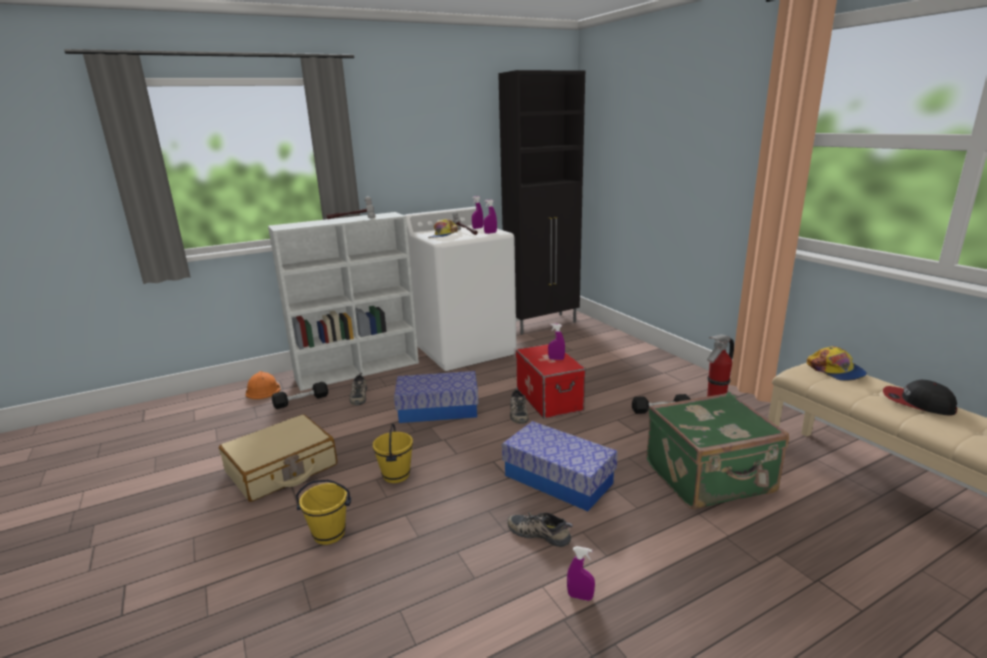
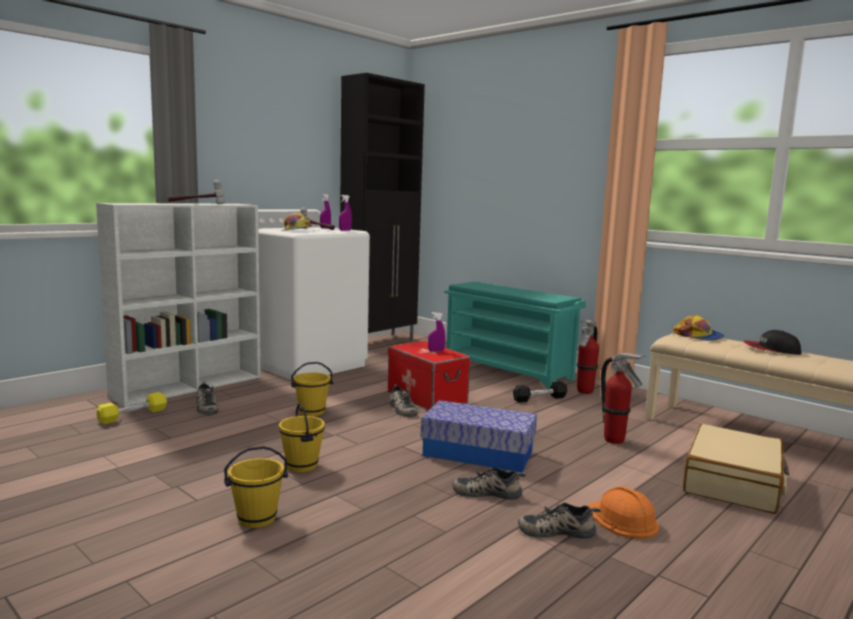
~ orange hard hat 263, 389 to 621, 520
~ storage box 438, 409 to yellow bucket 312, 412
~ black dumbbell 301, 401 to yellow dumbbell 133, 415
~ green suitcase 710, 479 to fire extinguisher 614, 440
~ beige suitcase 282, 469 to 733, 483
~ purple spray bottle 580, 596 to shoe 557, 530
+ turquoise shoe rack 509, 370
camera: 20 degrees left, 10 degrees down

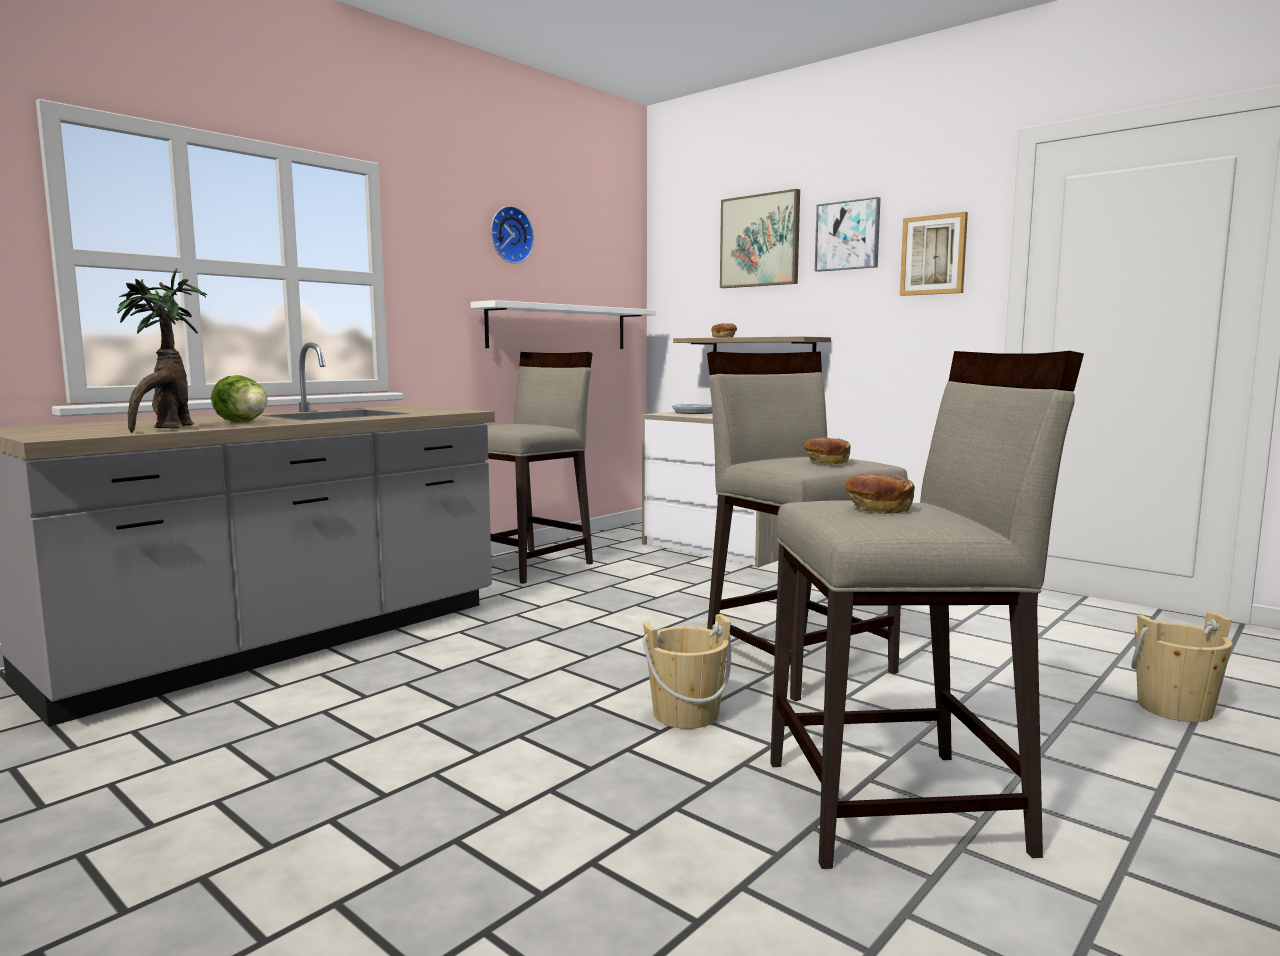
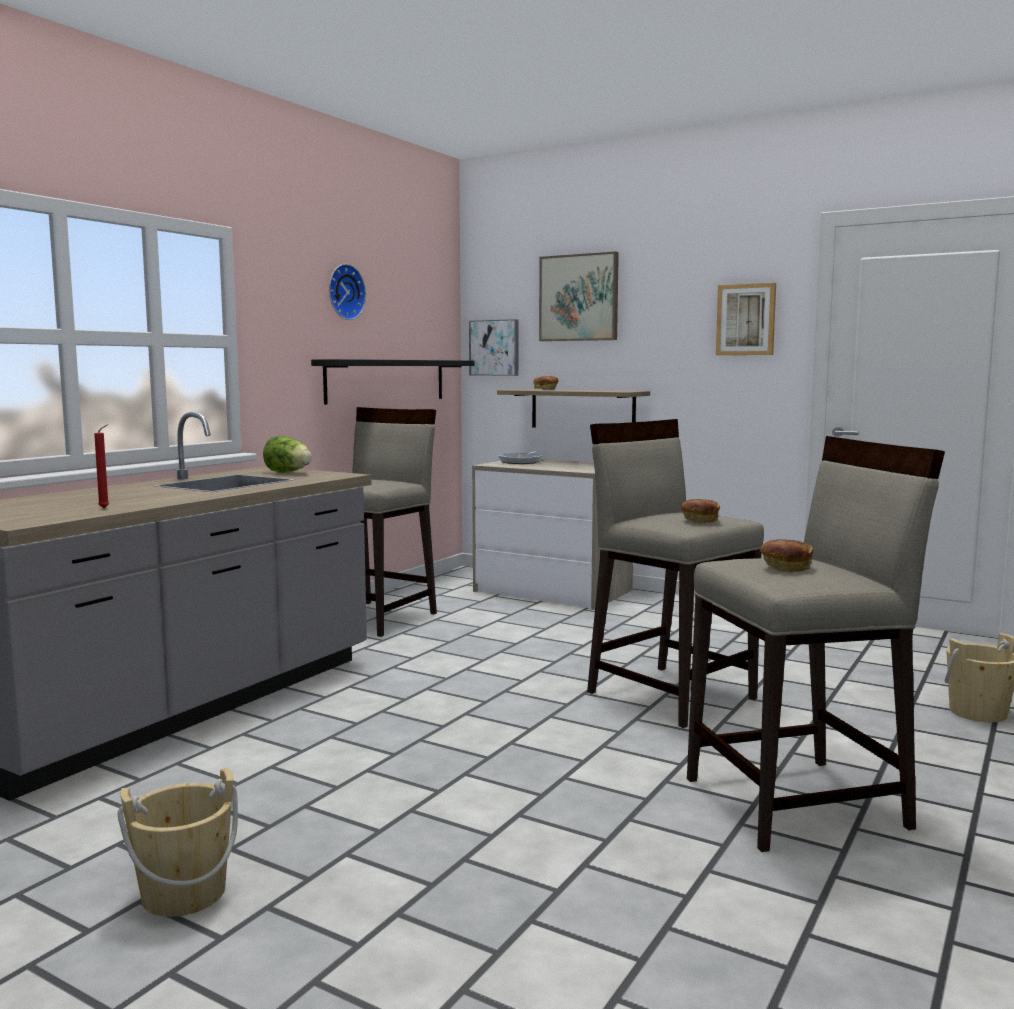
~ picture 848, 235 to 495, 348
~ potted plant 167, 429 to red candle 106, 508
~ white shelf 559, 327 to black shelf 387, 380
~ lettuce 244, 422 to 289, 472
~ beige bucket 686, 714 to 184, 893
camera: 10 degrees left, 0 degrees up

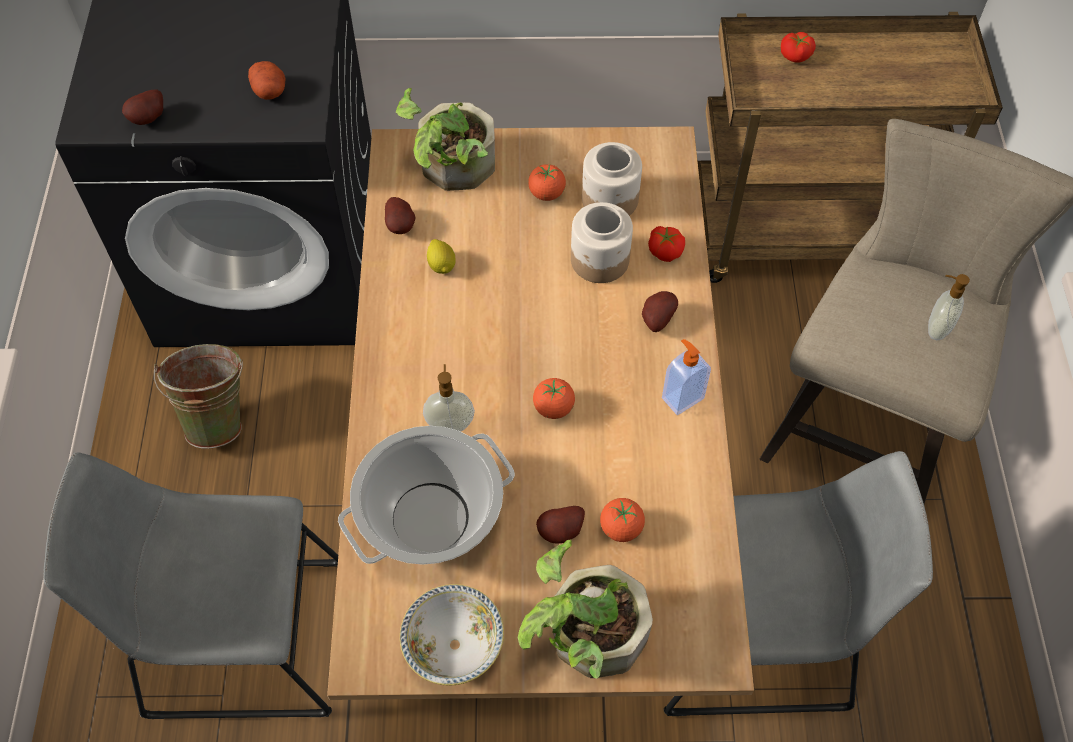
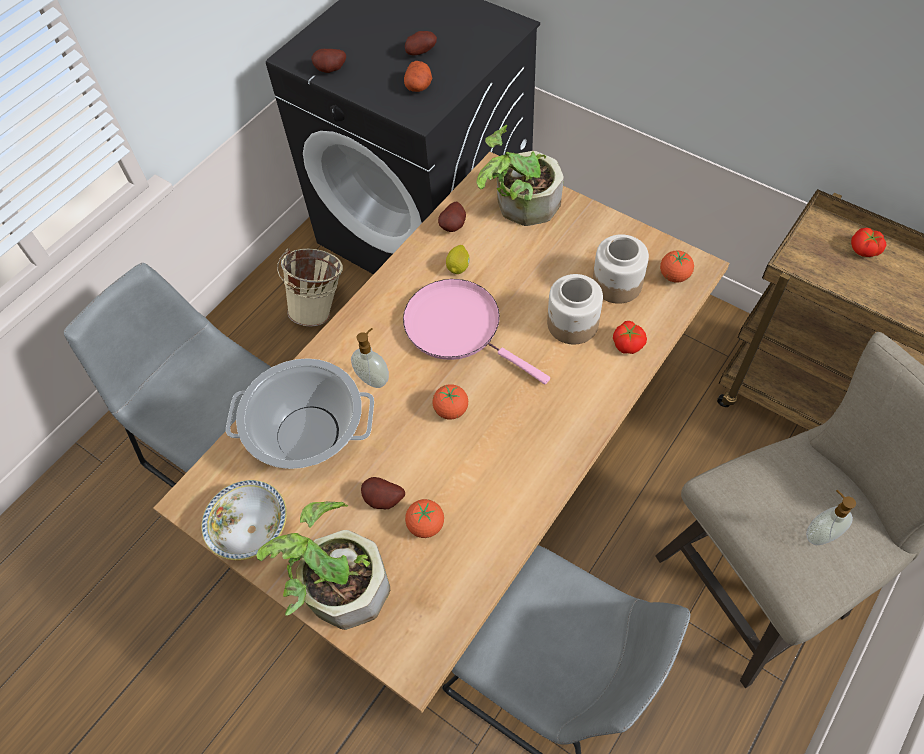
~ tomato 546, 193 to 674, 276
~ potato 656, 319 to 420, 52
- soap dispenser 682, 397
~ green bucket 218, 417 to beige bucket 320, 307
+ pink frying pan 458, 327
camera: 40 degrees right, 0 degrees up

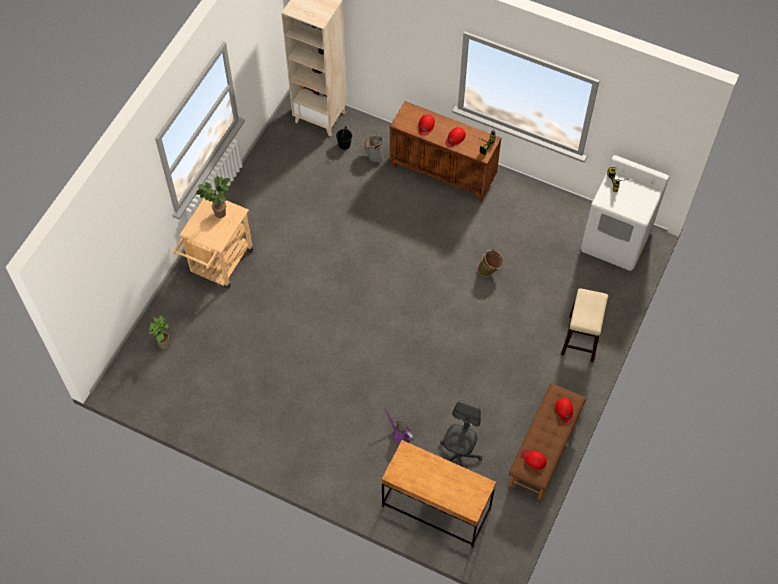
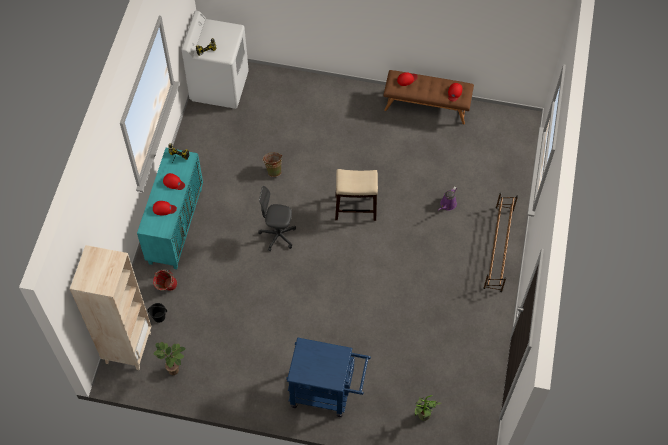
~ brown cabinet 443, 172 to turquoise cabinet 175, 225
~ grey bucket 373, 155 to red bucket 166, 288
~ potted plant 219, 215 to 175, 370
~ beige cart 218, 266 to blue cart 327, 393
~ stool 581, 339 to 356, 208
~ grey office chair 458, 456 to 277, 236
- brown desk 436, 507
+ brown shoe rack 498, 249
camera: 105 degrees left, 0 degrees up

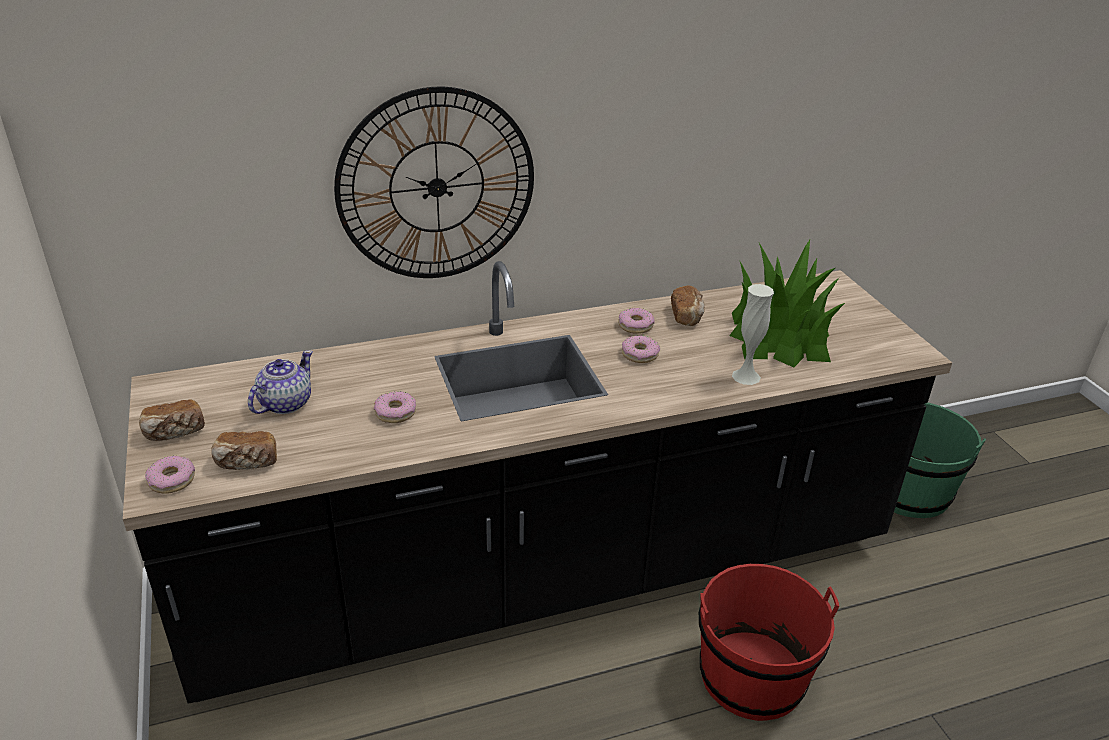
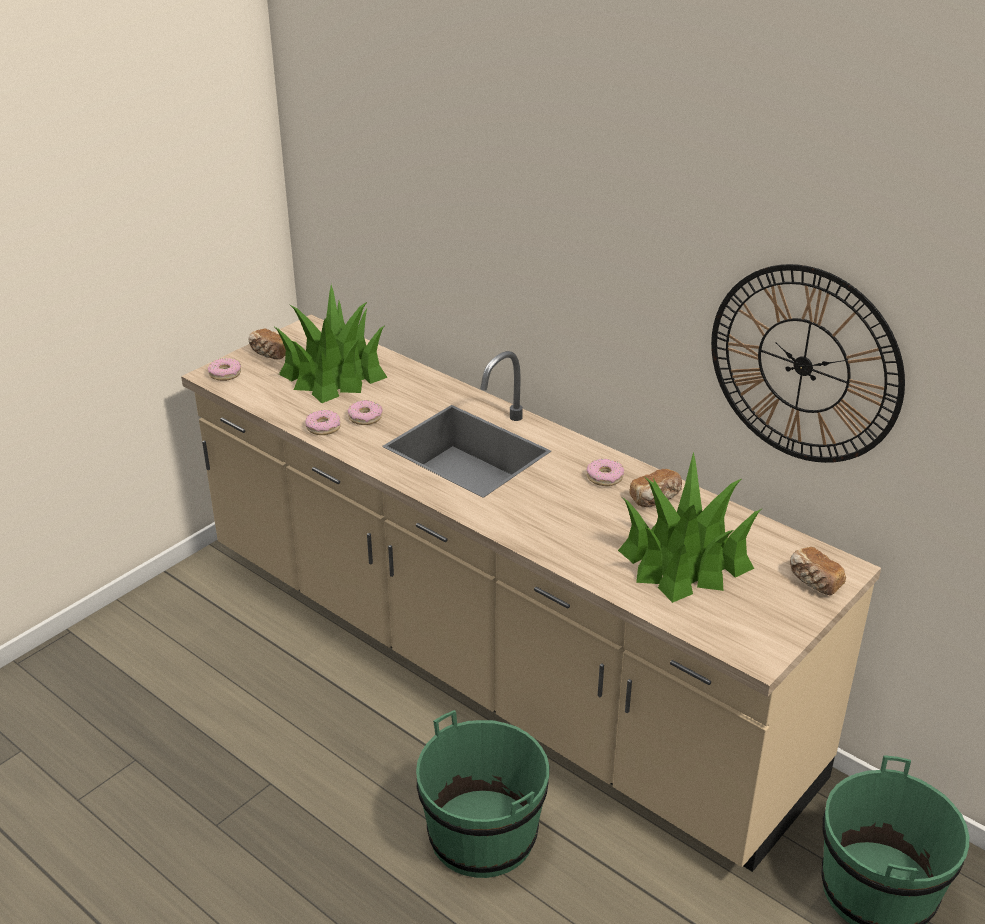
~ wall clock 437, 187 to 803, 365
~ black counter 548, 573 to beige counter 492, 661
- white vase 746, 376
~ donut 640, 354 to 323, 427
~ teapot 284, 404 to potted plant 334, 374
~ bread 247, 463 to 814, 582
~ red bucket 752, 676 to green bucket 483, 834
camera: 60 degrees right, 0 degrees up

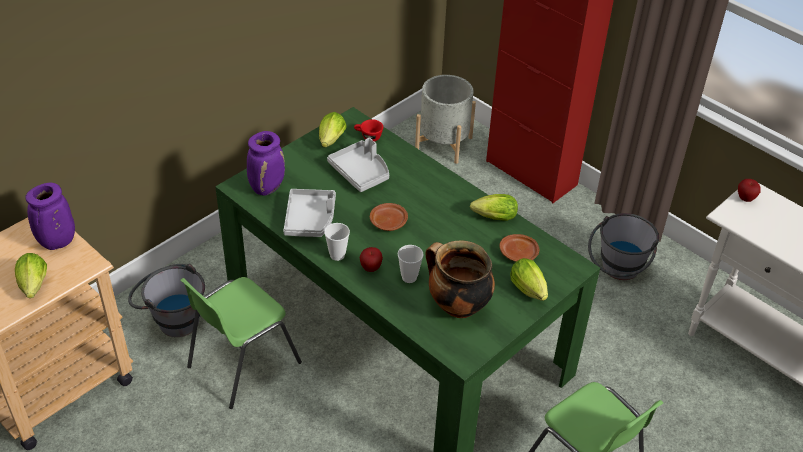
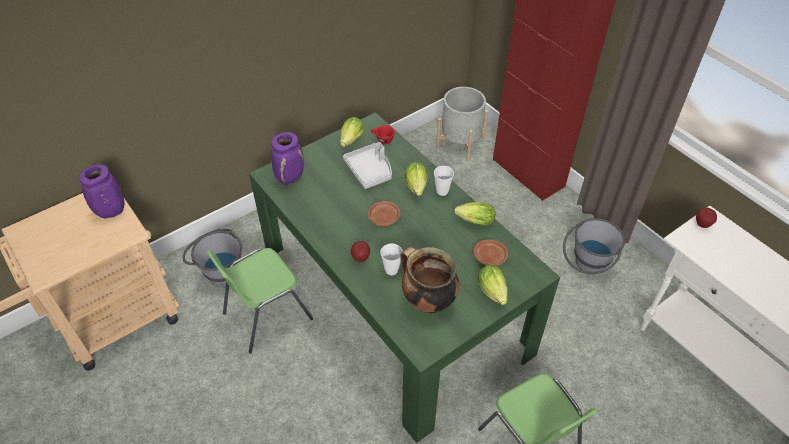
- grey tray 310, 219
~ cup 337, 255 to 442, 191
~ lettuce 34, 287 to 416, 188
camera: 10 degrees right, 5 degrees up

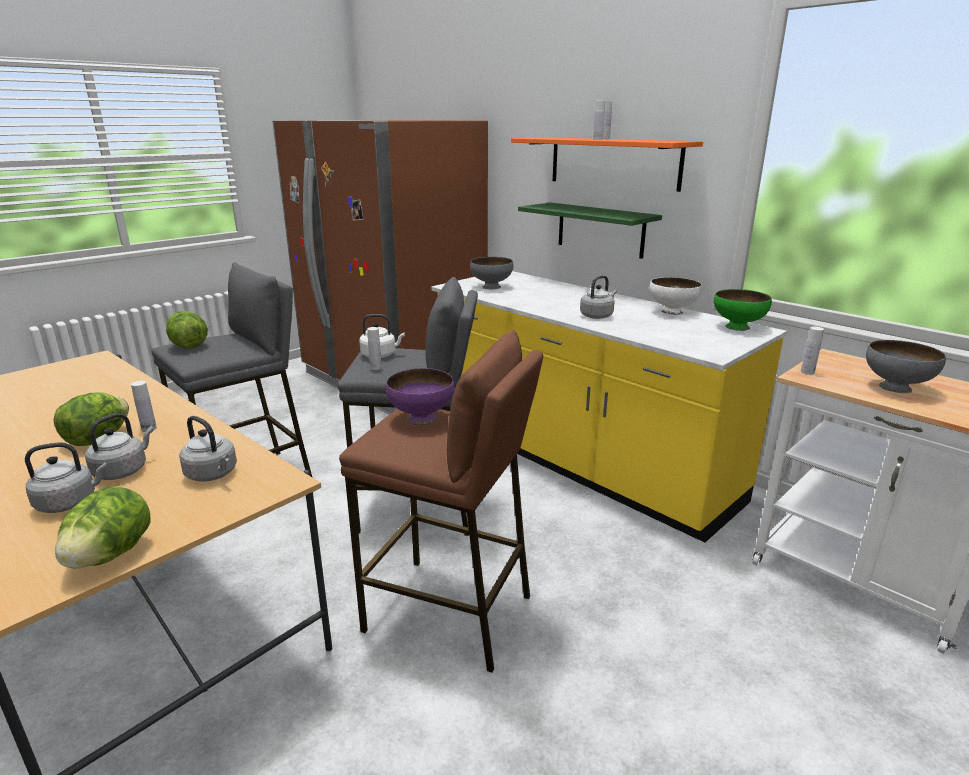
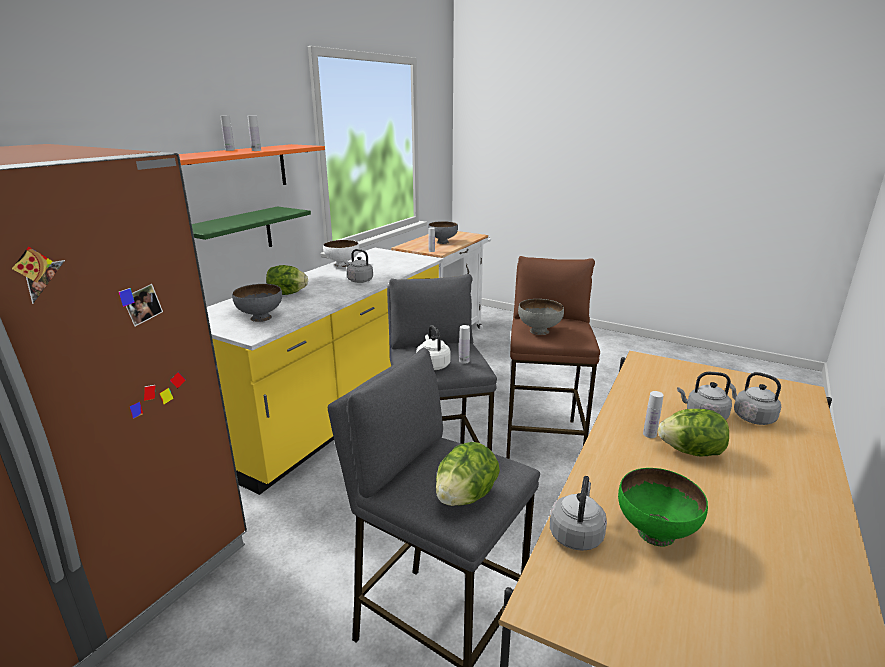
~ green bowl 738, 327 to 655, 532
~ purple bowl 421, 418 to grey bowl 539, 331
~ grey kettle 213, 474 to 576, 534
~ lettuce 111, 555 to 287, 294
camera: 105 degrees left, 0 degrees up

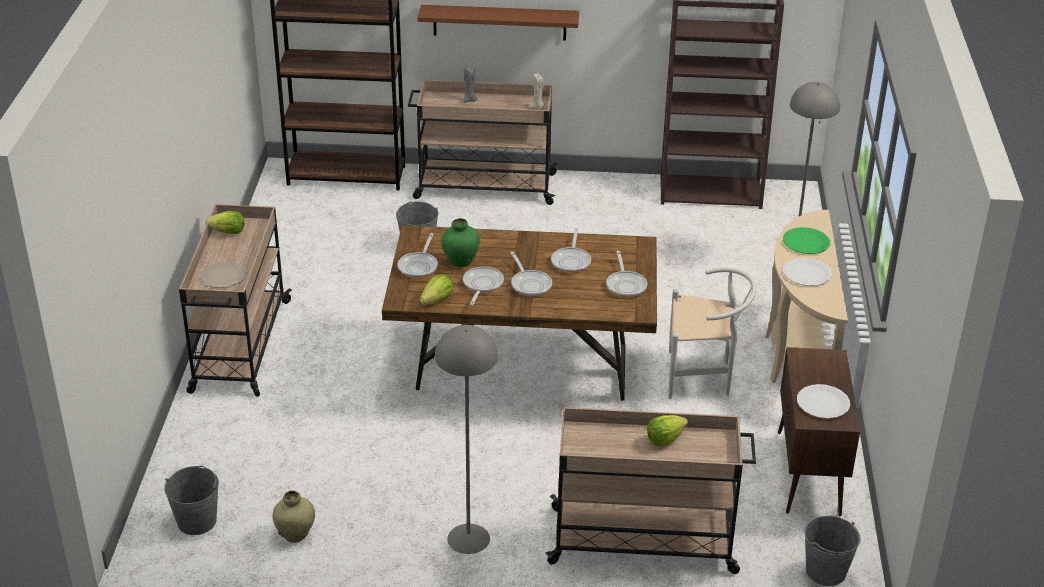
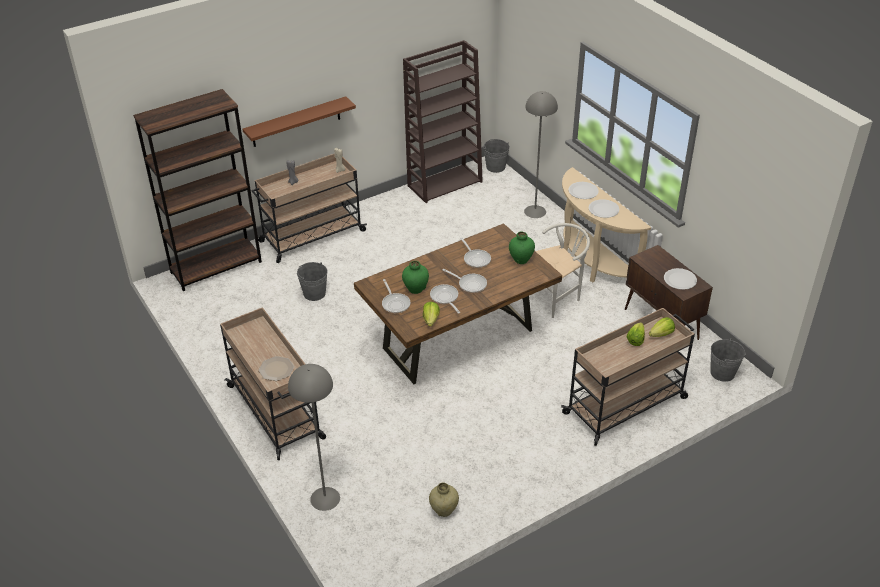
~ lettuce 228, 232 to 661, 334
~ green plate 806, 242 to white plate 583, 191
~ frying pan 626, 285 to green vase 521, 260
~ grey floor lamp 468, 539 to 325, 499
~ grey bucket 197, 521 to 495, 167
camera: 35 degrees left, 5 degrees up

